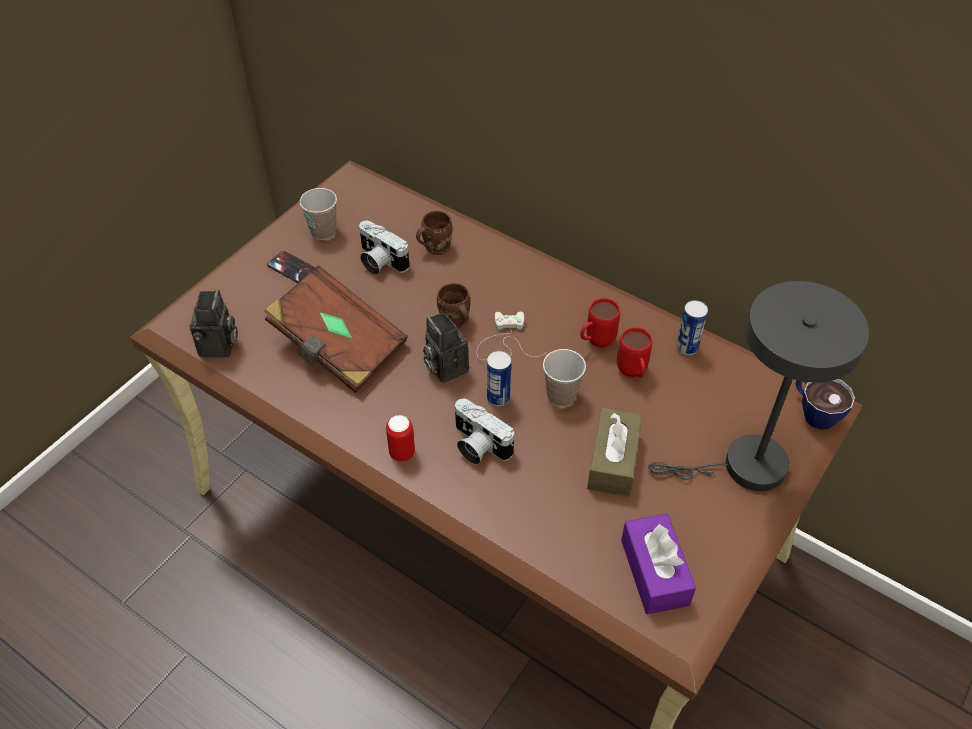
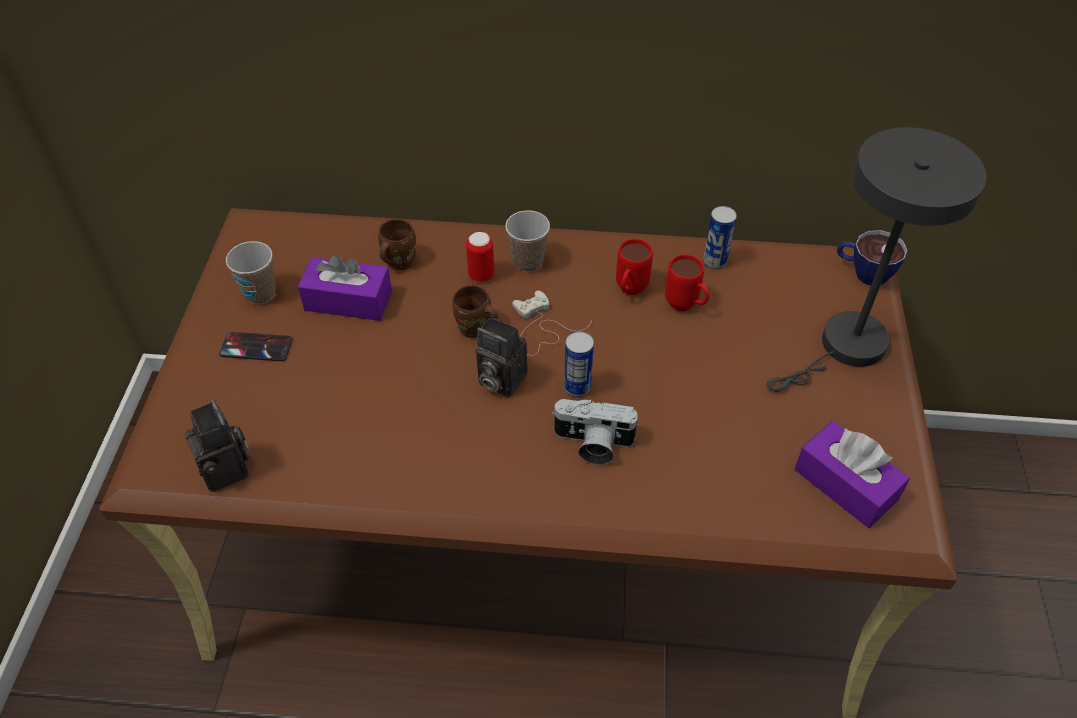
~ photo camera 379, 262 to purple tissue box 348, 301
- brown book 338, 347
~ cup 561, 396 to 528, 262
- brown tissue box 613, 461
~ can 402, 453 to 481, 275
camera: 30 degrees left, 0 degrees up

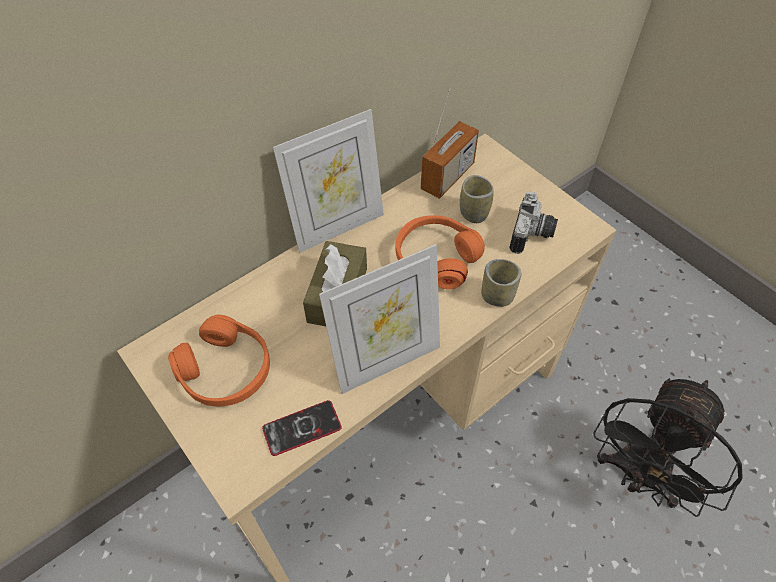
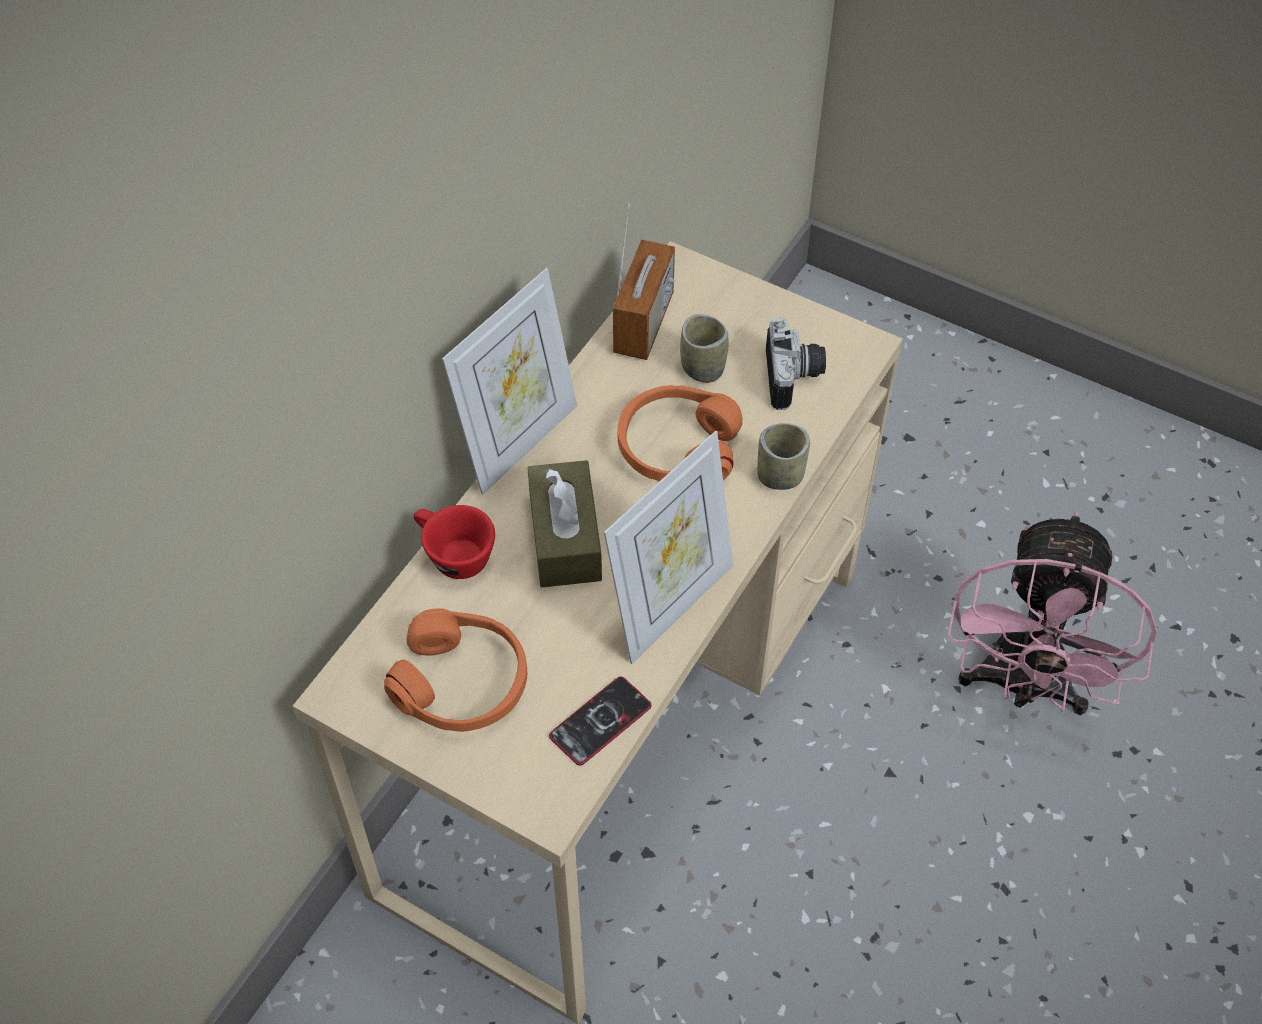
~ black fan 638, 476 to pink fan 1022, 687
+ red cup 453, 555
camera: 20 degrees left, 0 degrees up

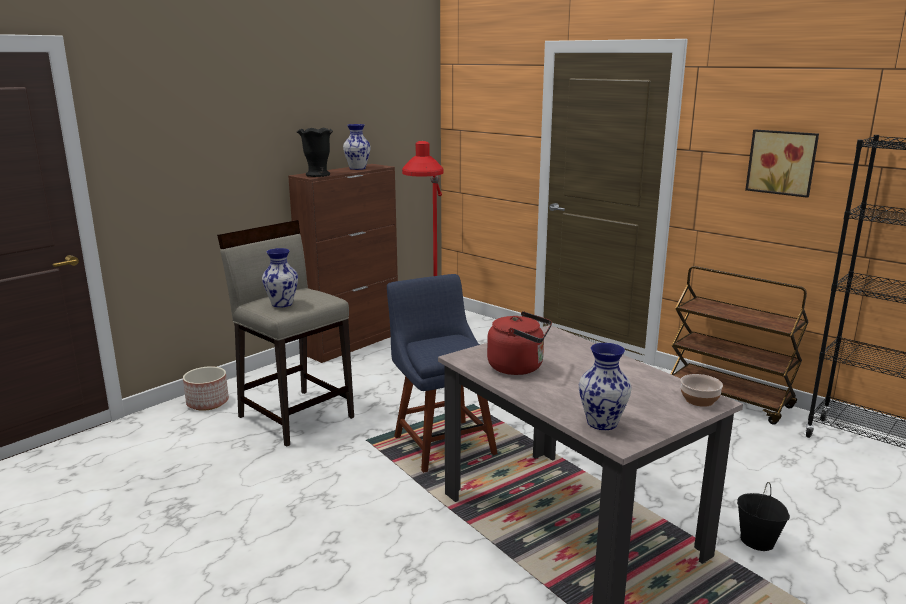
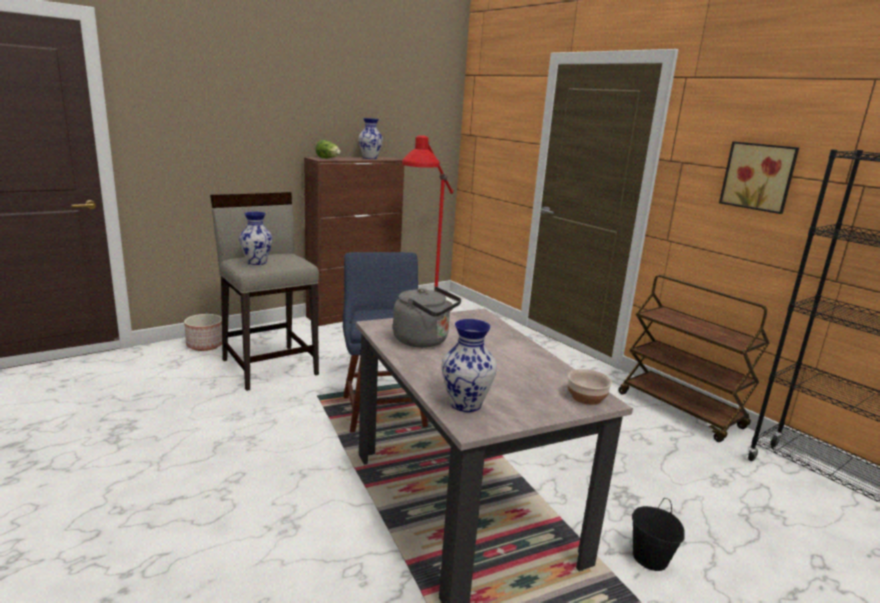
~ black vase 317, 175 to lettuce 328, 159
~ red kettle 519, 367 to grey kettle 424, 341
camera: 10 degrees right, 0 degrees up

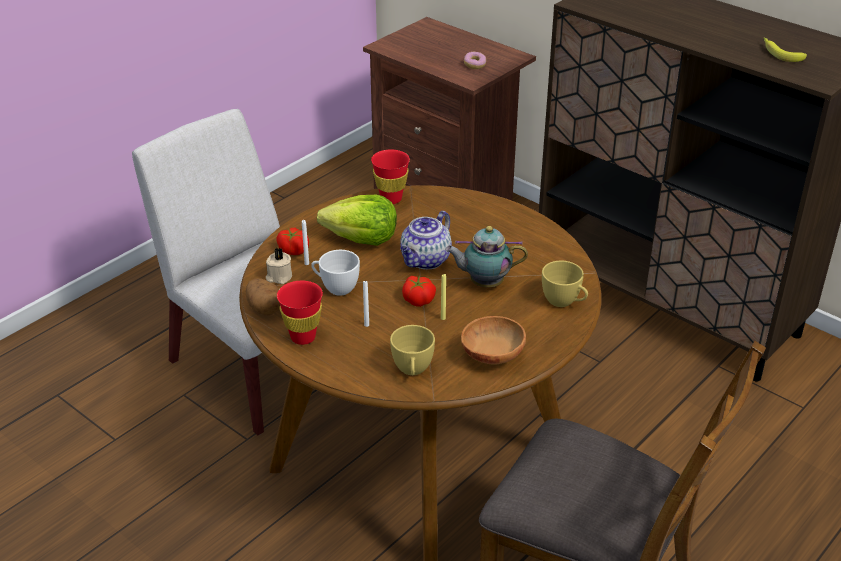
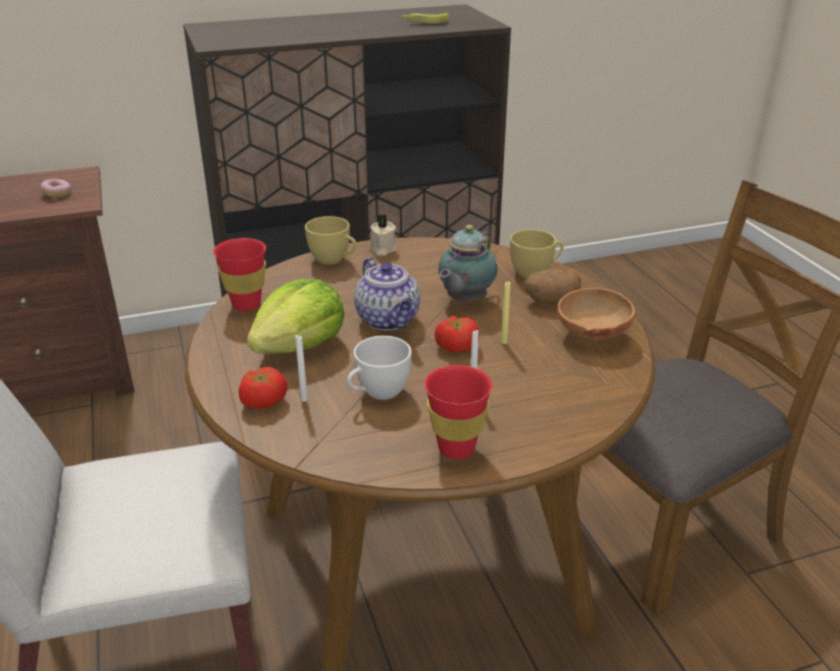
~ beige candle 279, 277 to 382, 249
~ potato 265, 308 to 550, 301
~ yellow cup 412, 371 to 334, 260
camera: 60 degrees left, 5 degrees down

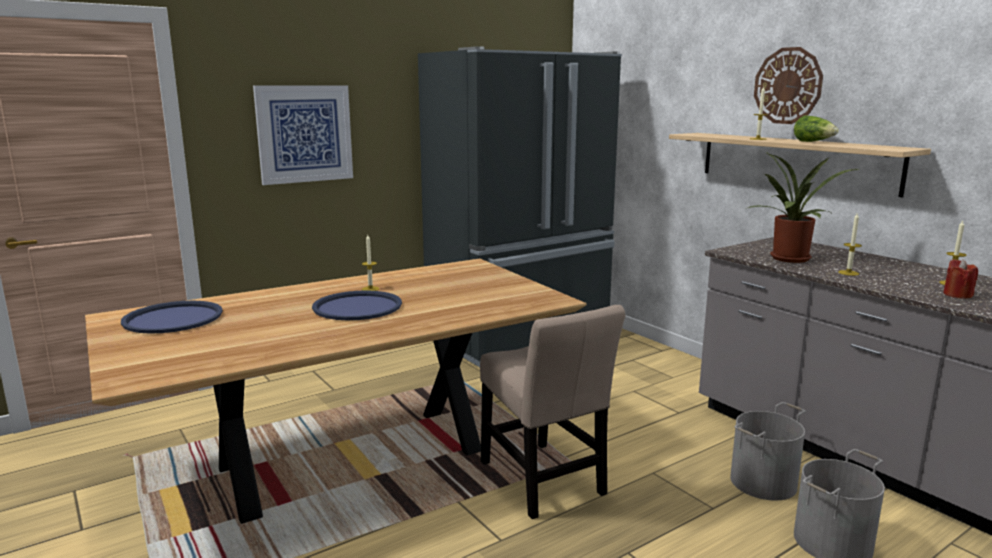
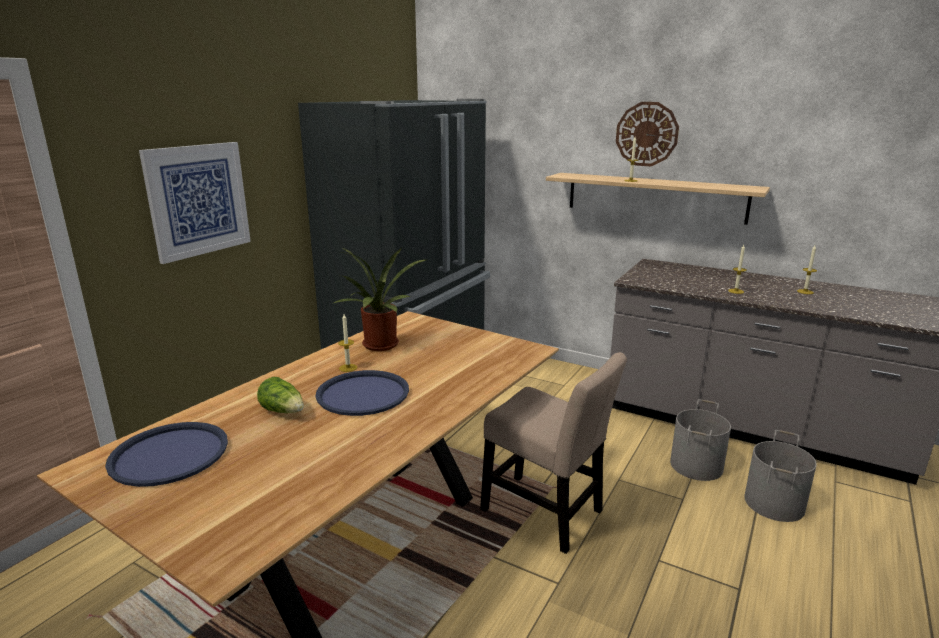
~ lettuce 814, 142 to 283, 411
~ potted plant 790, 260 to 380, 347
- red candle 957, 295
camera: 25 degrees left, 5 degrees up

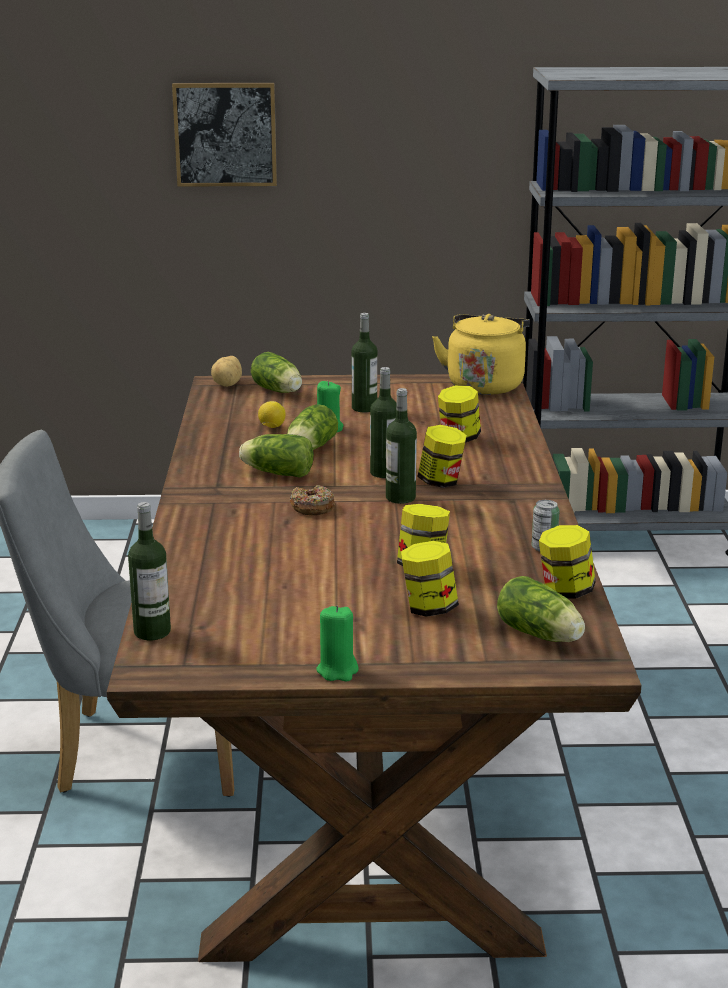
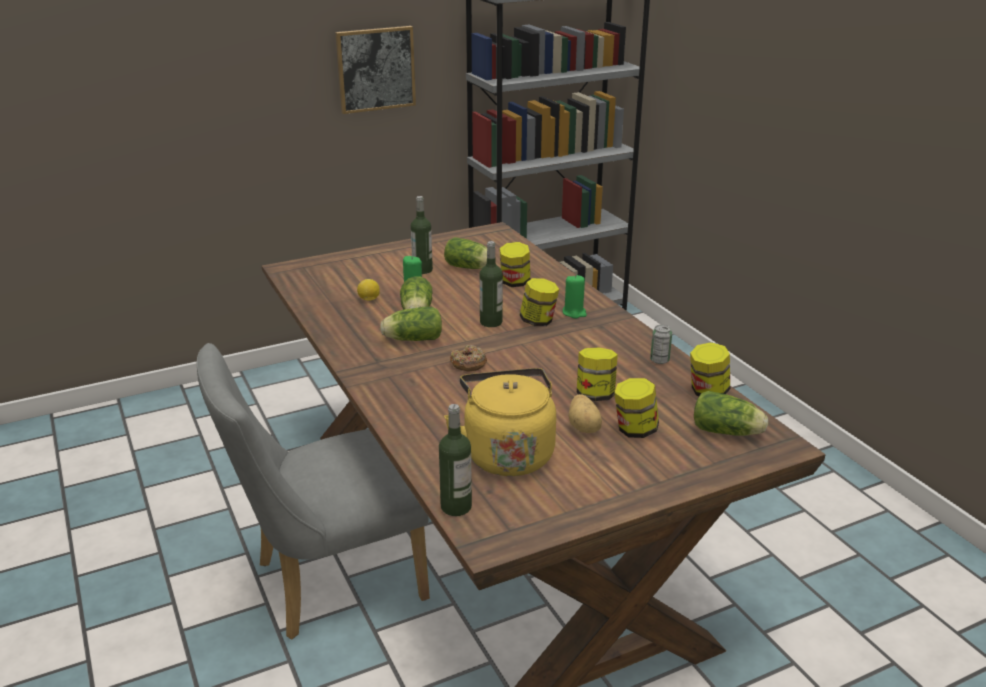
~ picture 225, 134 to 376, 69
~ yellow kettle 485, 384 to 506, 453
~ lettuce 279, 391 to 470, 268
~ potato 228, 384 to 584, 427
- bottle 400, 498
~ green candle 337, 670 to 574, 313
camera: 25 degrees left, 5 degrees up

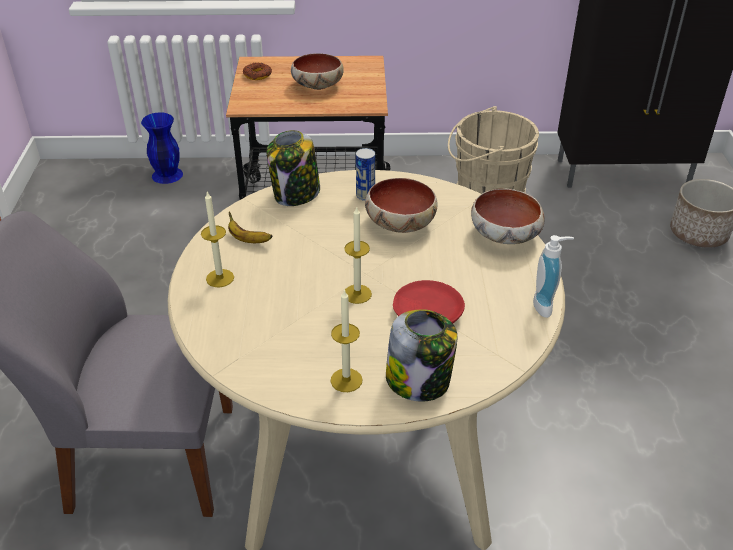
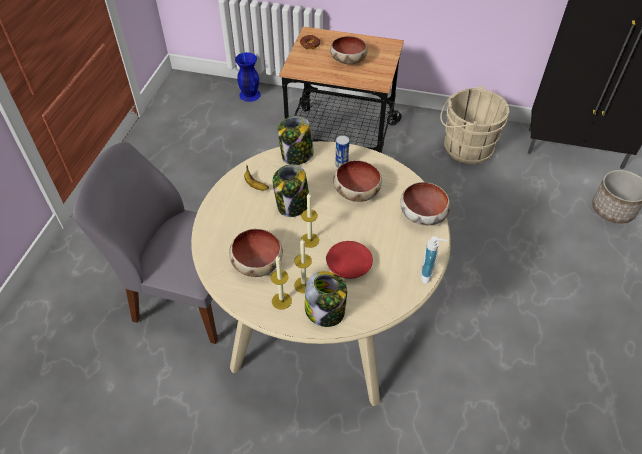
~ candle 220, 278 to 304, 285
+ jar 293, 205
+ bowl 256, 263
camera: 15 degrees right, 10 degrees up

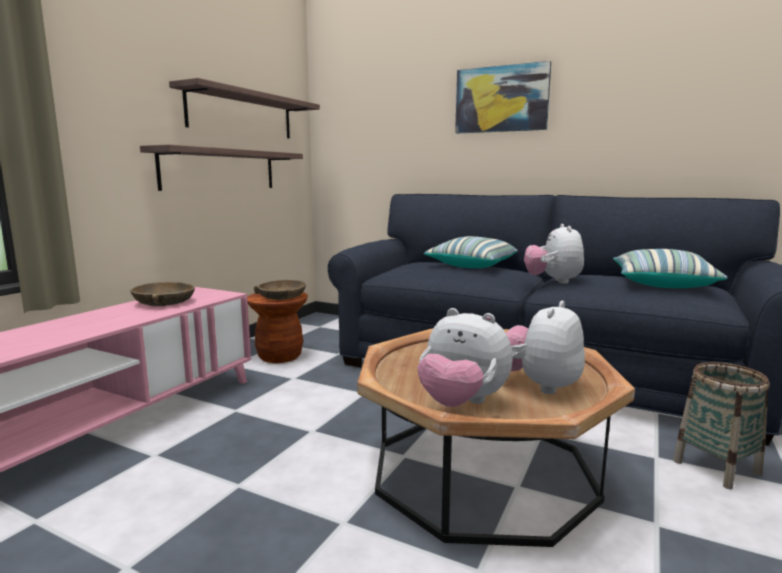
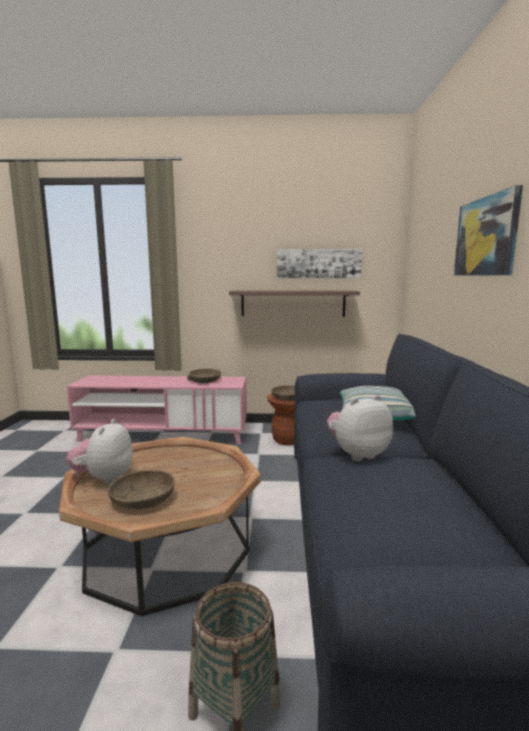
~ shelf 242, 114 to picture 318, 263
- pillow 661, 284
~ plush toy 538, 385 to brown bowl 142, 499
camera: 65 degrees right, 0 degrees up

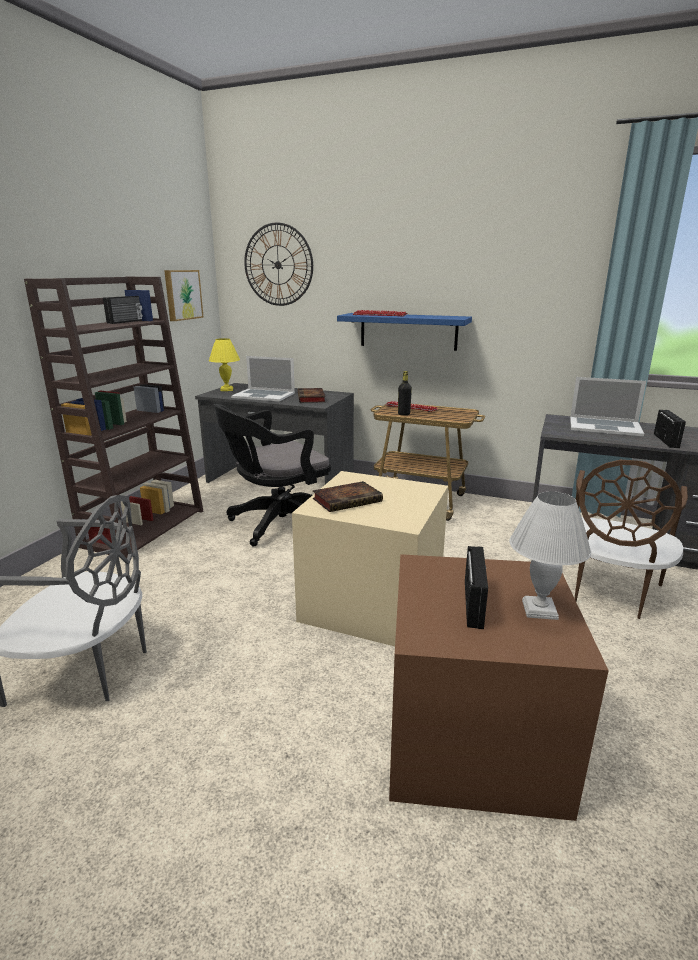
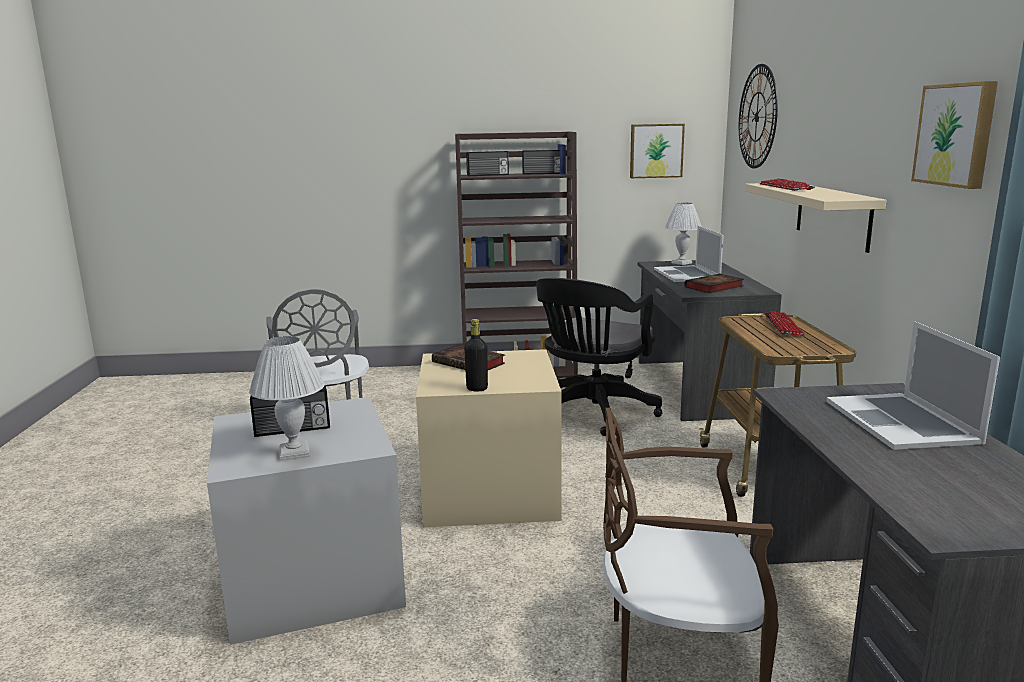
~ blue shelf 408, 331 to beige shelf 832, 215
~ yellow table lamp 226, 389 to white table lamp 681, 263
~ black bottle 404, 414 to 477, 388
~ black office chair 277, 524 = 593, 413 90 degrees counterclockwise
~ radio 667, 441 to 488, 175
~ brown storage box 469, 735 to grey storage box 316, 576
+ picture 957, 134
camera: 65 degrees right, 5 degrees down

